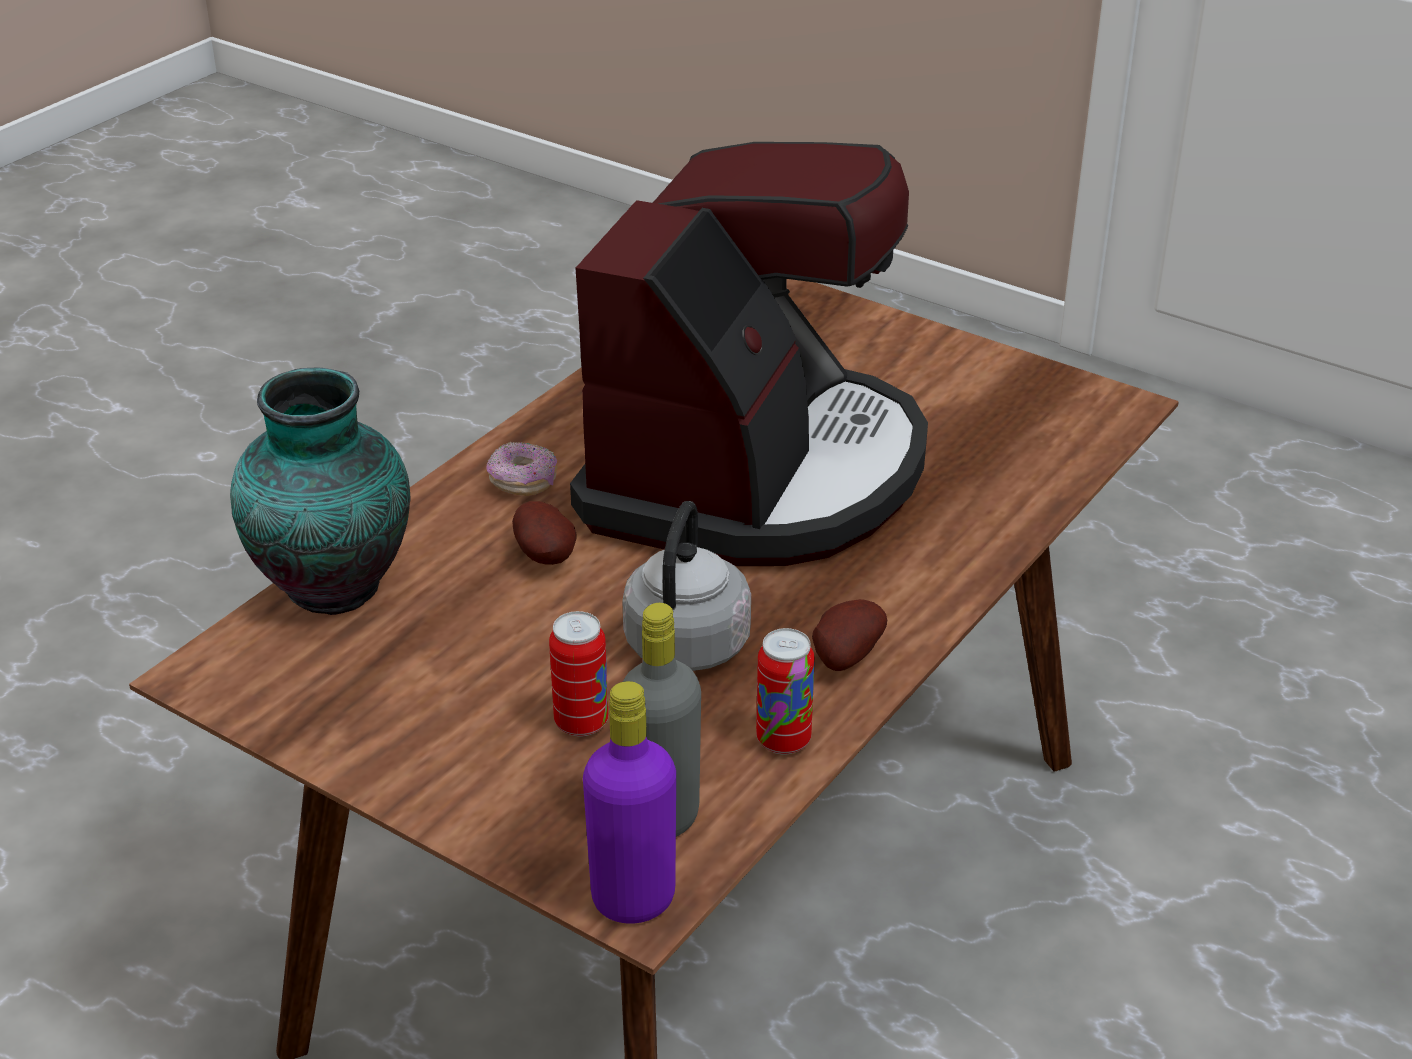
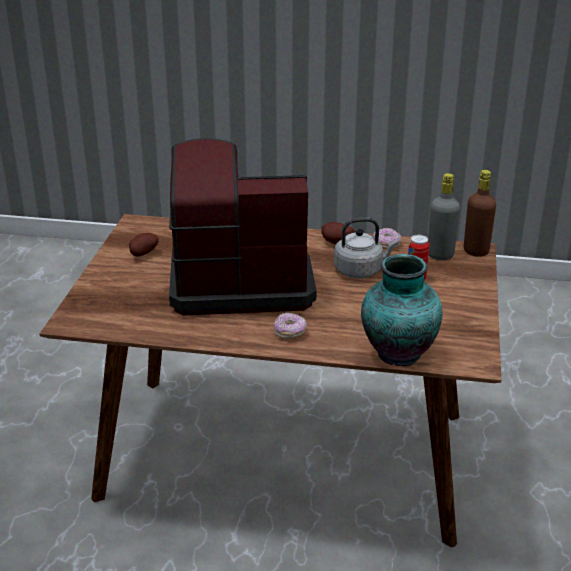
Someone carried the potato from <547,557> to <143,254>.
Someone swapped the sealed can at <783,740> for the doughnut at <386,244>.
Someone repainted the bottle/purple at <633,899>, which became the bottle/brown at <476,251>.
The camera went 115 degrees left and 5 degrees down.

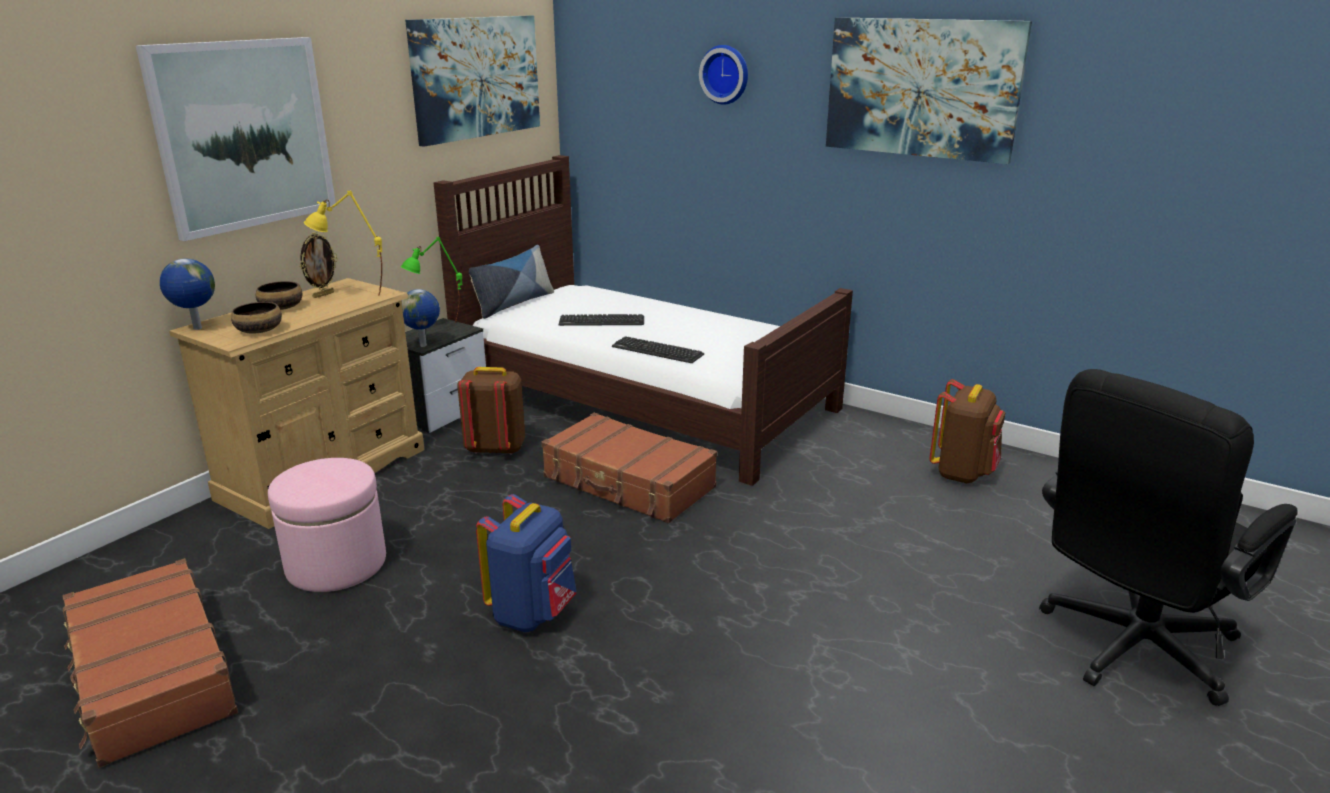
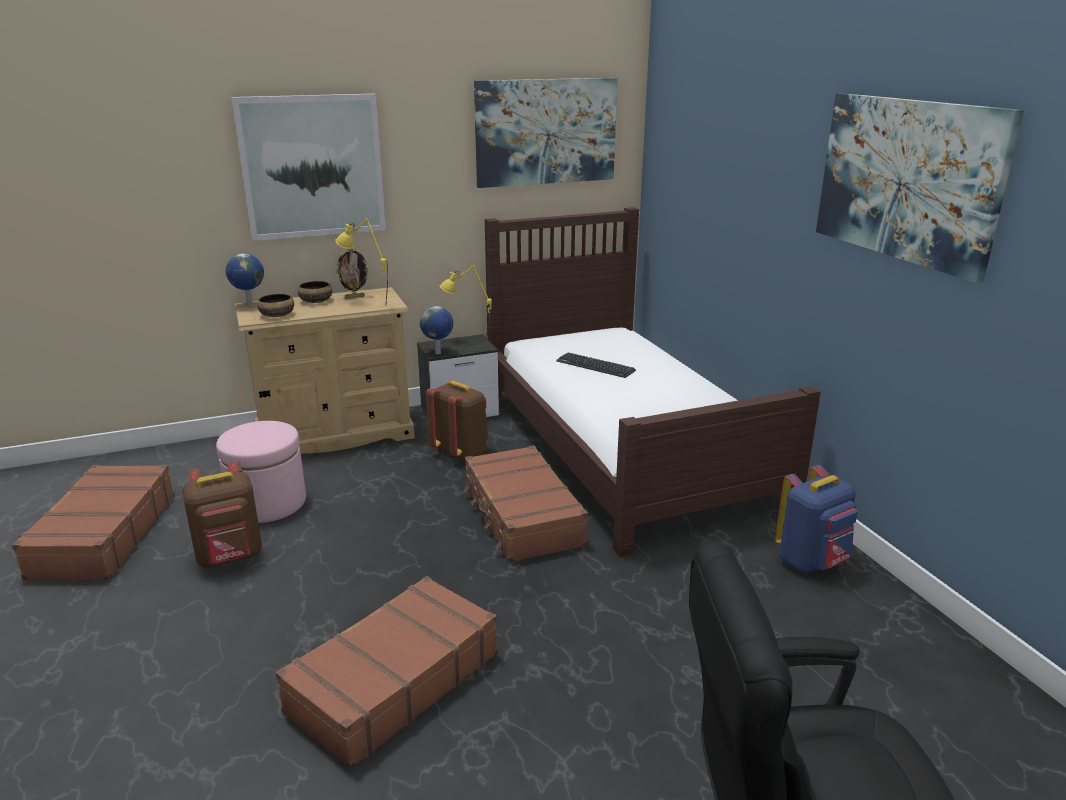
Someone took away the cushion at <513,304>.
Someone took away the computer keyboard at <657,351>.
Someone took away the wall clock at <725,74>.
Someone put down the piece of luggage/brown at <393,682>.
Someone carried the rucksack/blue-coloured from <533,613> to <811,562>.
Someone carried the rucksack/brown from <962,473> to <230,558>.
Someone repainted the tabletop lamp/green-coloured at <438,328>, which became the tabletop lamp/yellowish at <467,341>.
The camera went 35 degrees right and 0 degrees up.

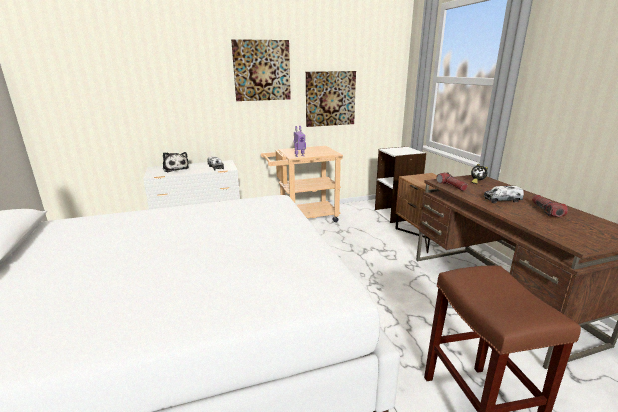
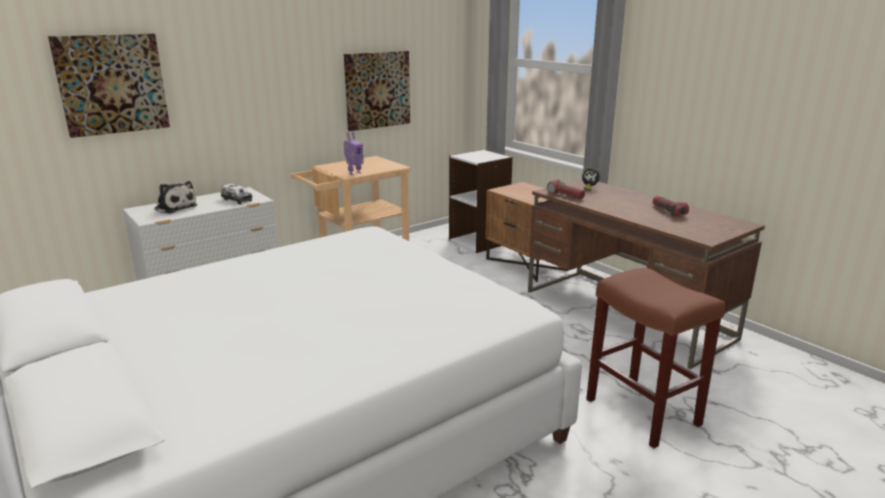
Someone took away the toy lorry at <502,200>.
Someone carried the wall art from <261,70> to <112,84>.
The camera went 20 degrees left and 0 degrees up.

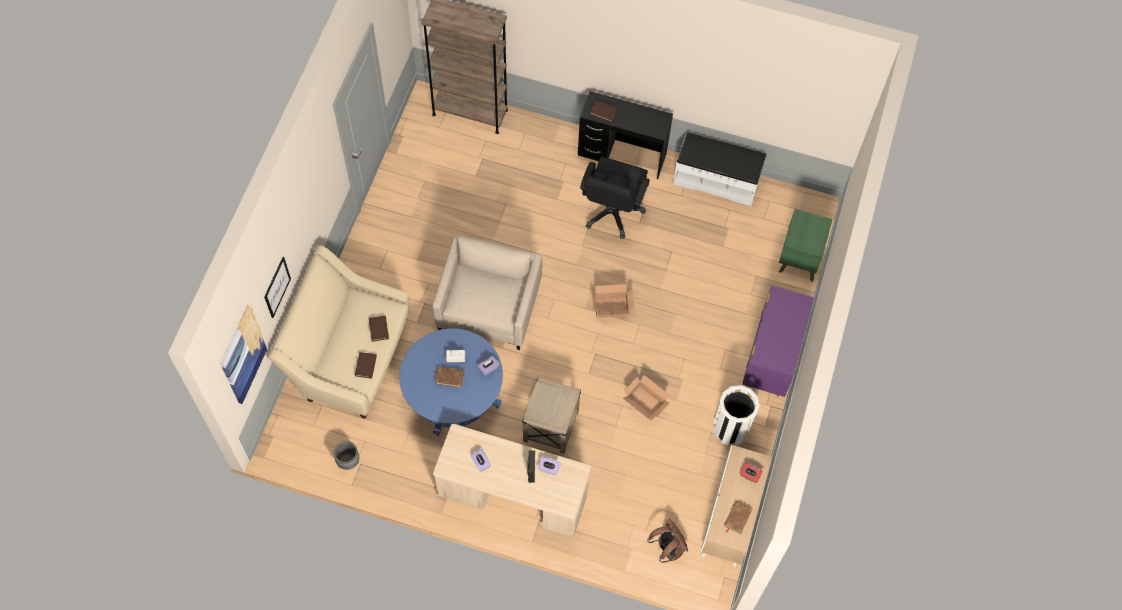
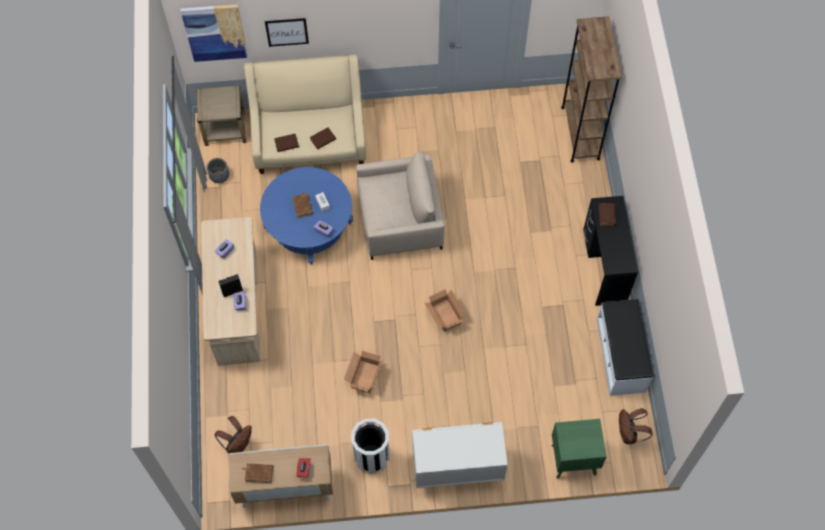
Someone took away the office chair/black-coloured at <612,212>.
Someone put down the rucksack/brown at <629,434>.
Someone carried the accent table/beige from <551,425> to <225,129>.
Someone repainted the chest of drawers/purple at <770,360>, which became the chest of drawers/white-coloured at <456,468>.
The camera went 70 degrees right and 0 degrees up.

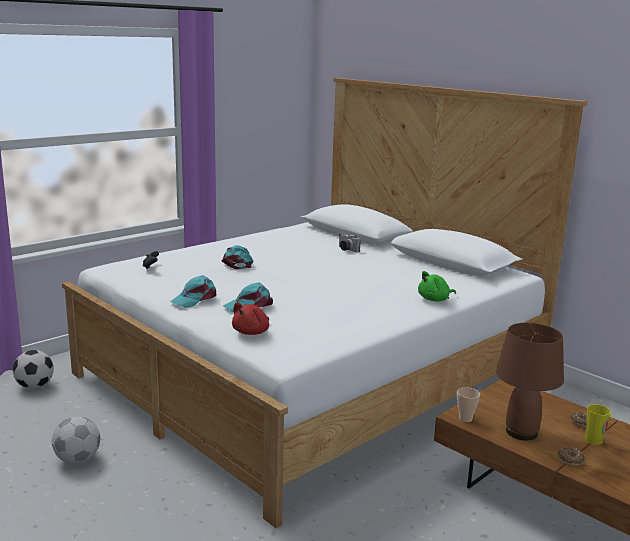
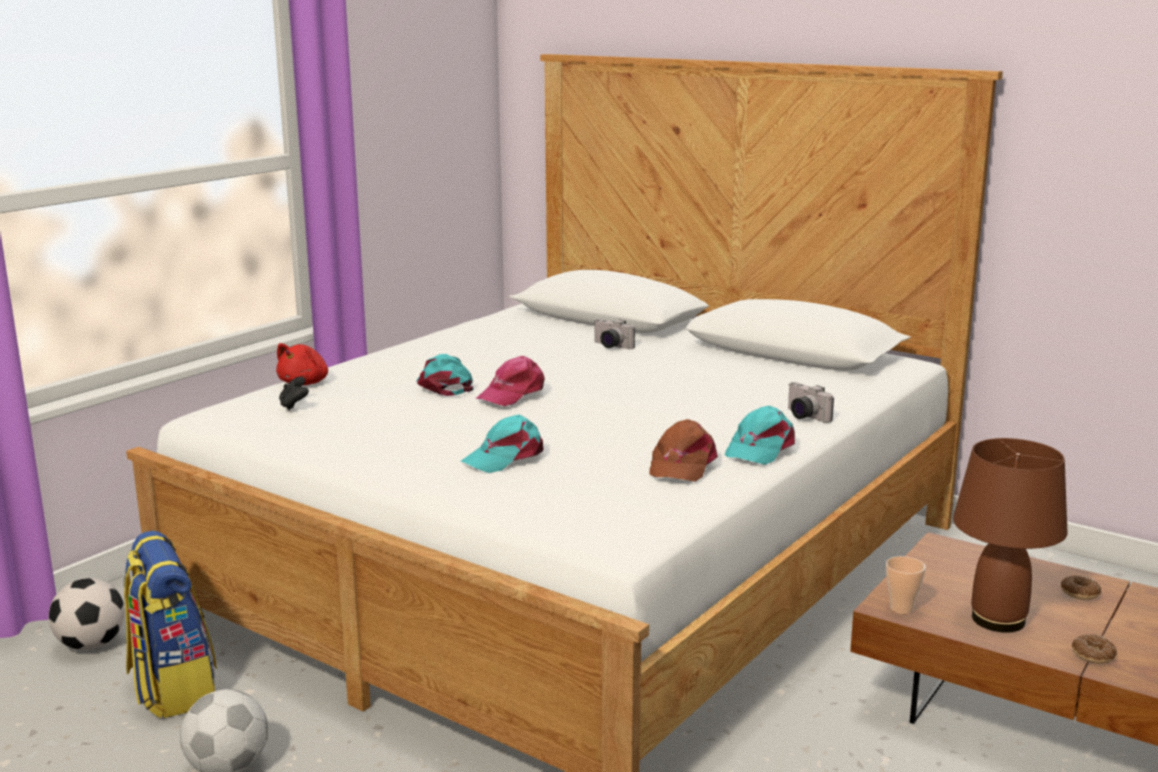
Someone took away the drinking cup at <593,439>.
Someone put down the rucksack at <172,688>.
Someone put down the baseball cap/pink-coloured at <512,394>.
Someone put down the baseball cap/brown at <681,465>.
Someone carried the baseball cap/turquoise from <195,299> to <759,448>.
Someone carried the soft toy/reddish from <252,332> to <305,383>.
Someone swapped the soft toy/green-coloured at <435,299> for the photo camera at <803,416>.
The camera went 10 degrees left and 0 degrees up.

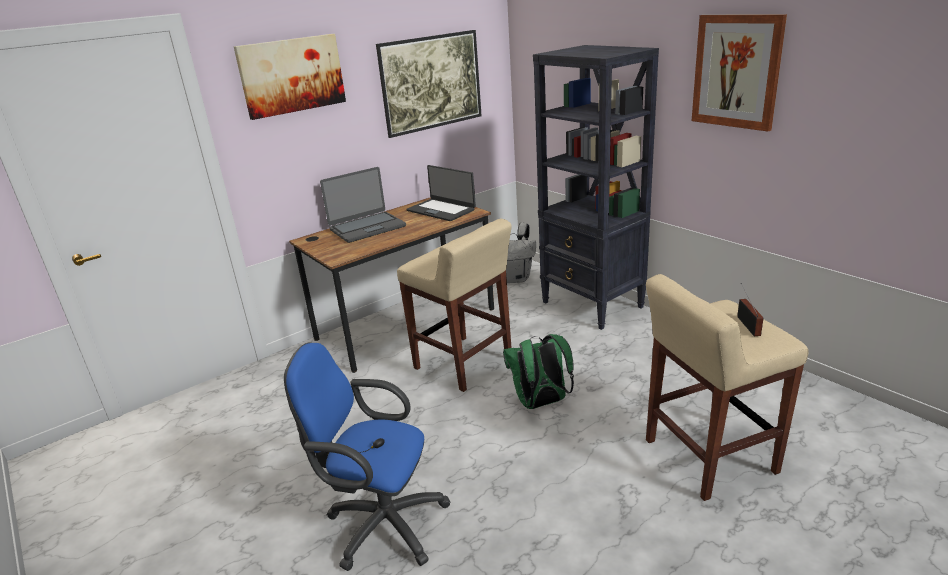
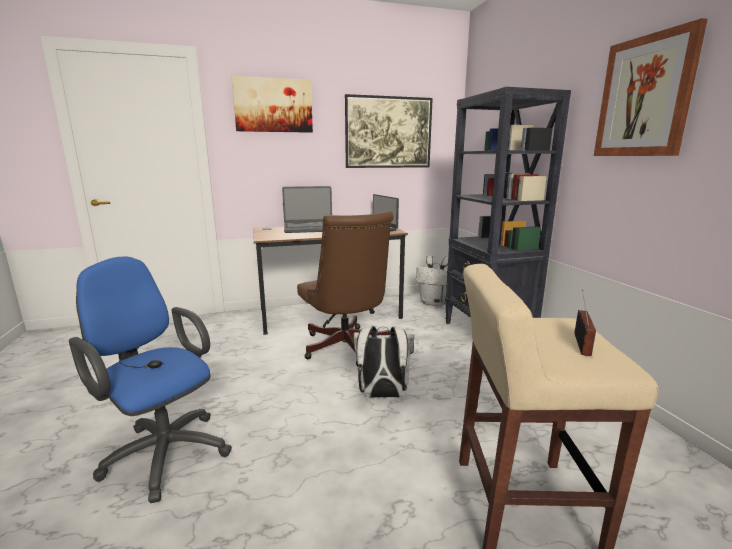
Someone swapped the sitting stool/beige at <464,364> for the office chair/brown at <346,349>.
Someone repainted the rucksack/green-coloured at <541,403>, which became the rucksack/white-coloured at <382,395>.
The camera went 20 degrees right and 10 degrees down.

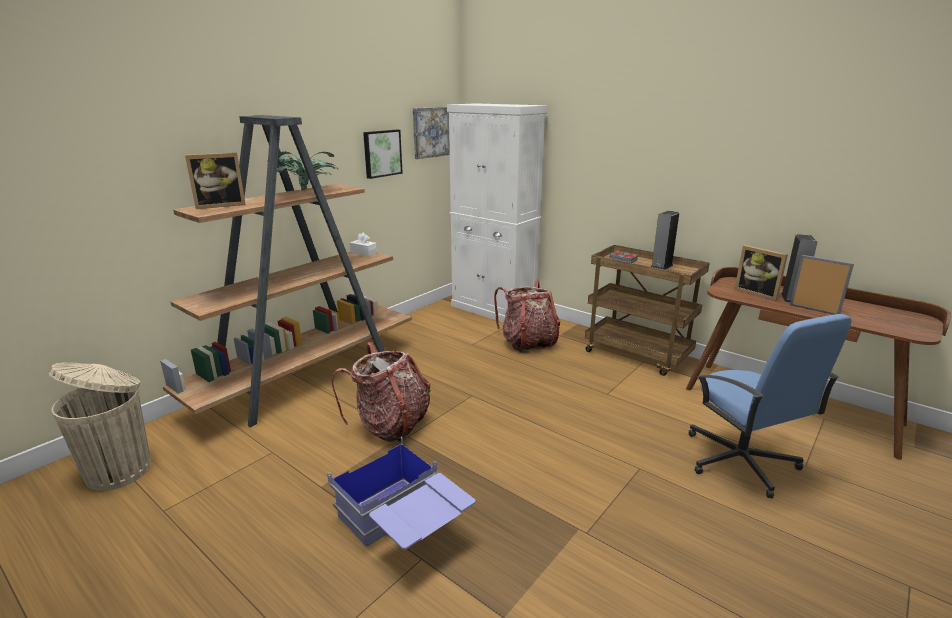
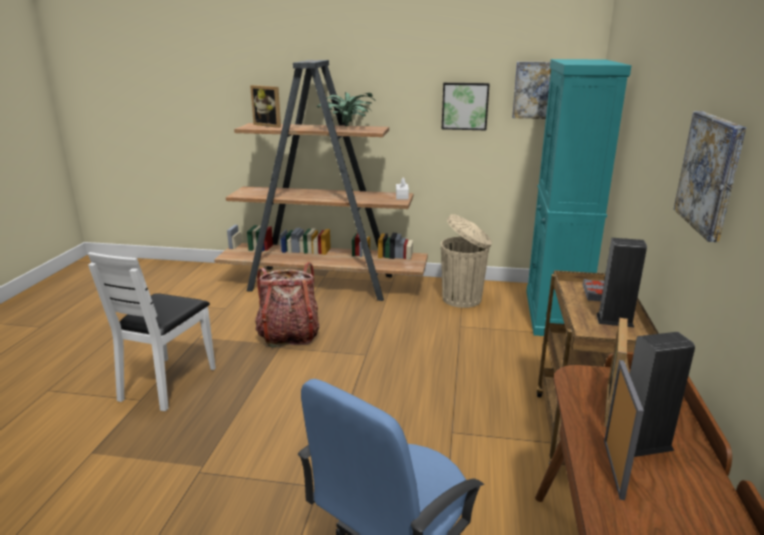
Someone took away the rucksack at <528,342>.
Someone put up the wall art at <710,173>.
Someone carried the rubbish bin/beige from <121,470> to <463,299>.
Someone swapped the storage box/blue-coloured at <404,529> for the chair/white-coloured at <168,383>.
Someone repainted the storage cabinet/white-coloured at <493,309>, which became the storage cabinet/turquoise at <554,313>.
The camera went 60 degrees right and 0 degrees up.

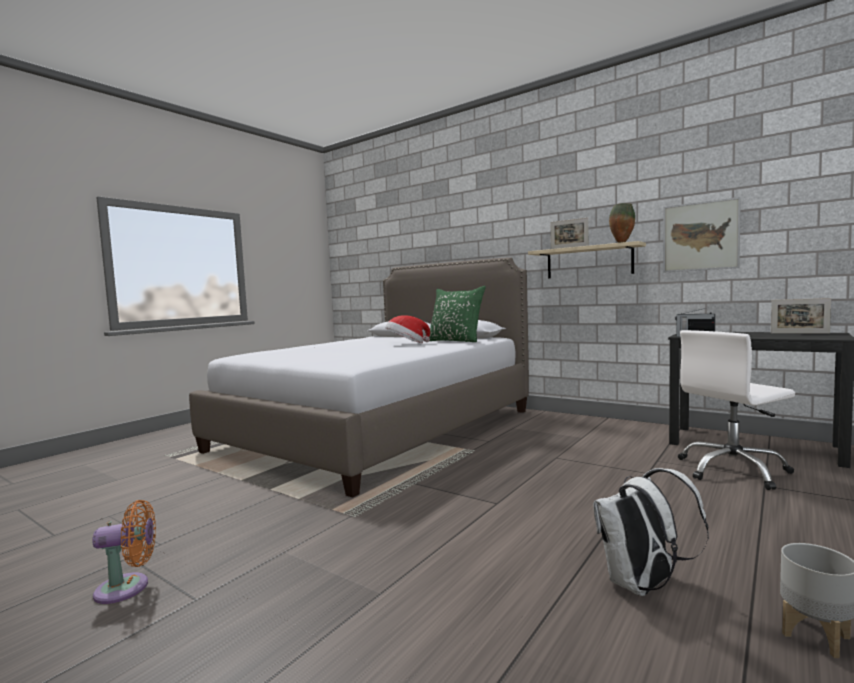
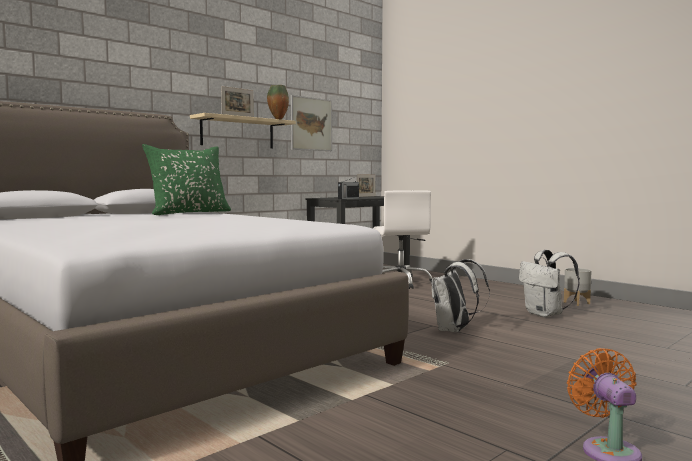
Someone took away the hat at <407,344>.
Someone put down the rucksack/white-coloured at <455,330>.
The camera went 80 degrees left and 0 degrees up.

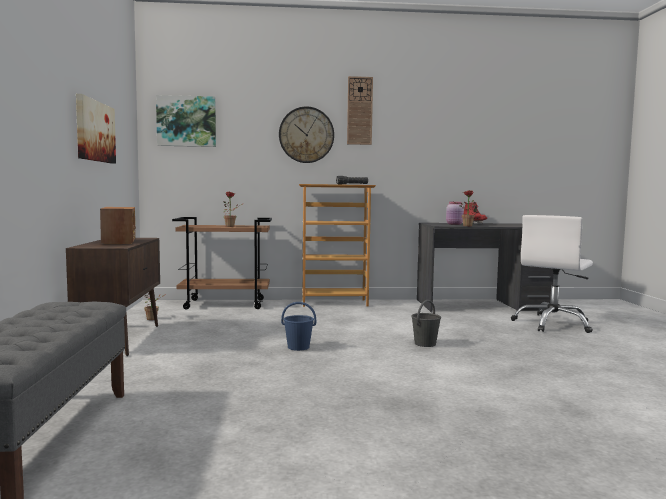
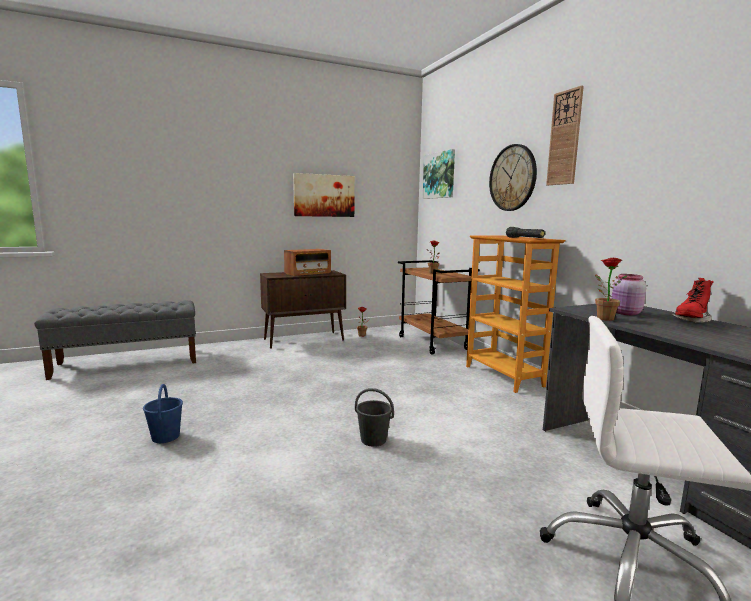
Someone carried the pail/blue-coloured from <298,347> to <165,436>.
The camera went 70 degrees right and 5 degrees up.

